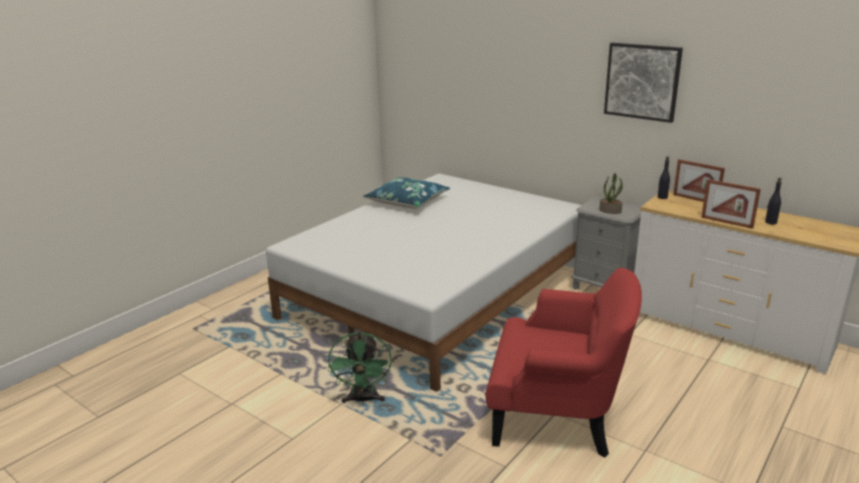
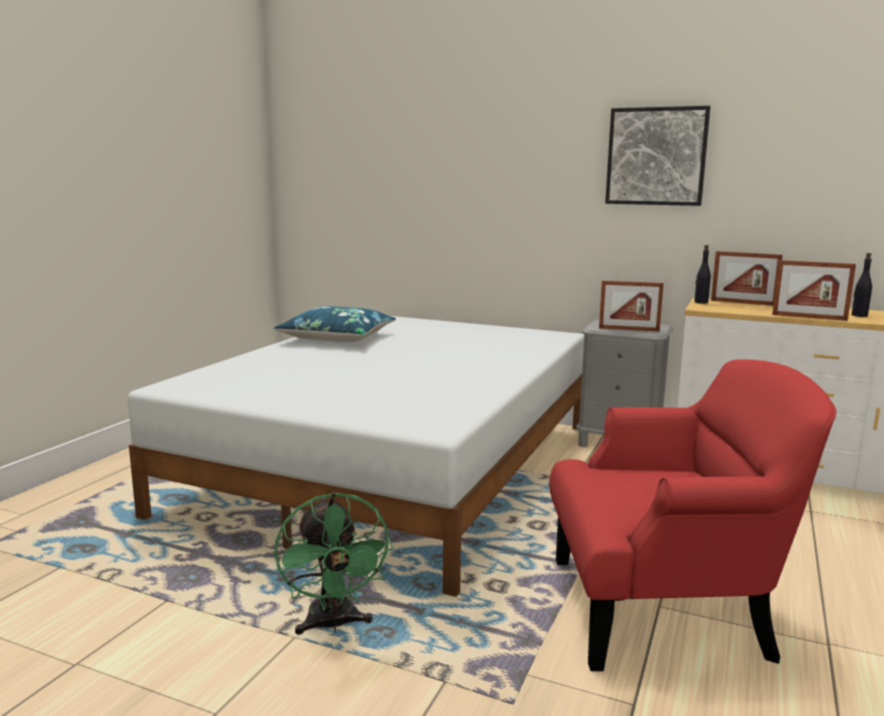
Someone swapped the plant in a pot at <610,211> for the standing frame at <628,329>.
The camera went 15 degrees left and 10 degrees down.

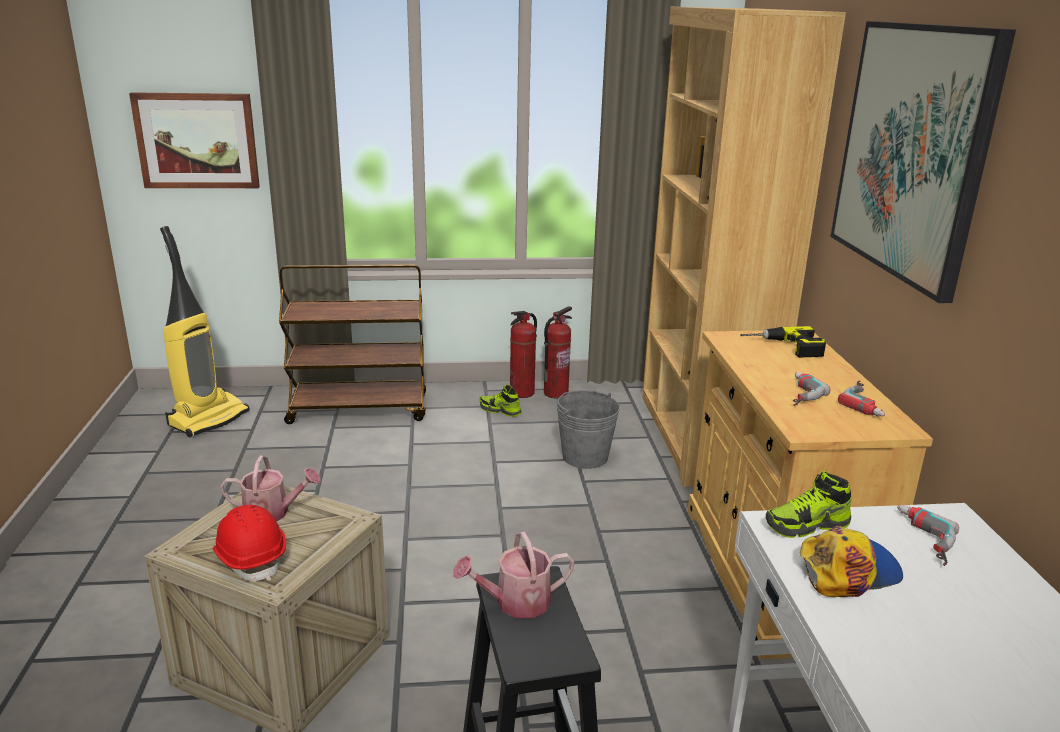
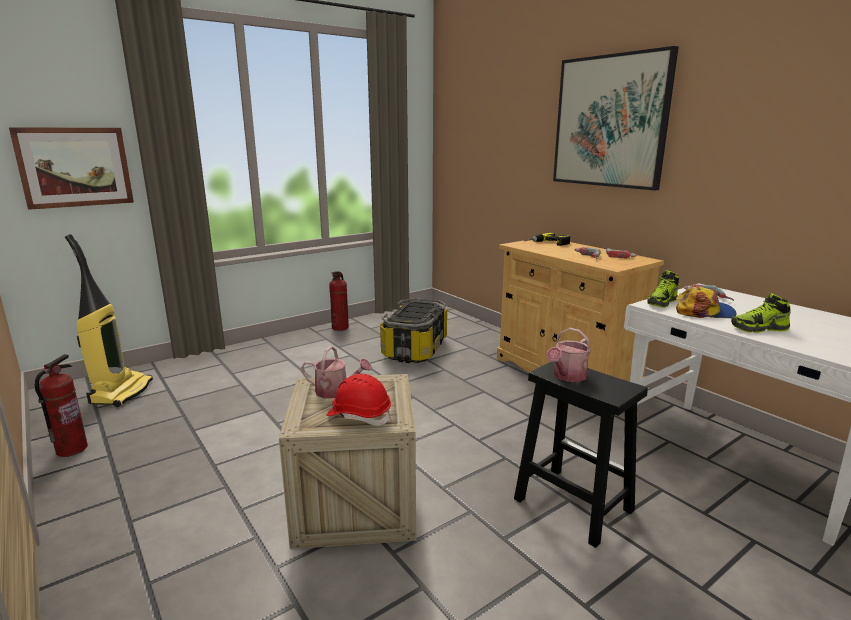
Someone took away the cart/brown at <359,409>.
Someone took away the bookcase/brown at <699,436>.
Someone carried the shoe from <500,410> to <759,329>.
Someone carried the extinguisher from <555,393> to <71,449>.
Someone swapped the pail/gray at <585,457> for the storage box at <414,349>.
Someone rotated the watering can at <273,513> by 45 degrees clockwise.
Someone rotated the baseball cap at <848,570> by 60 degrees clockwise.
The camera went 30 degrees left and 5 degrees down.

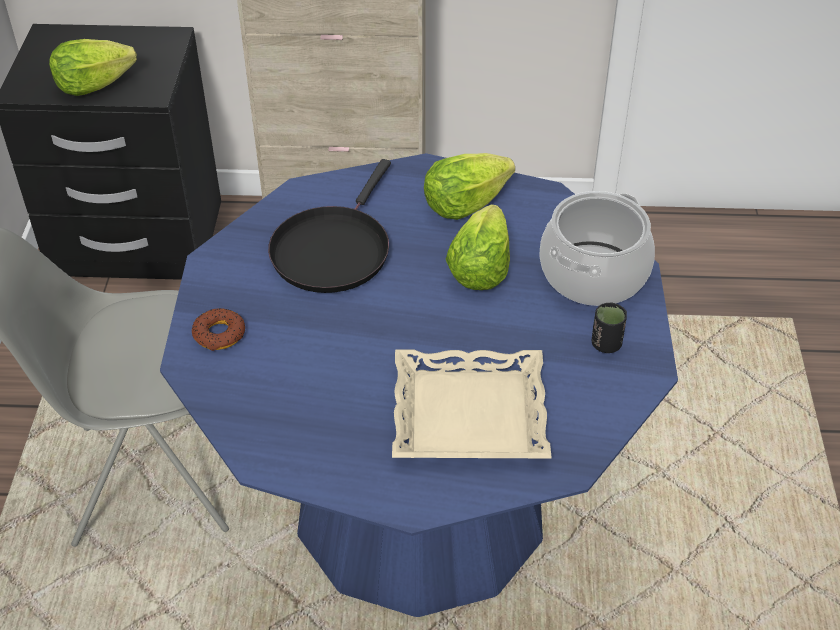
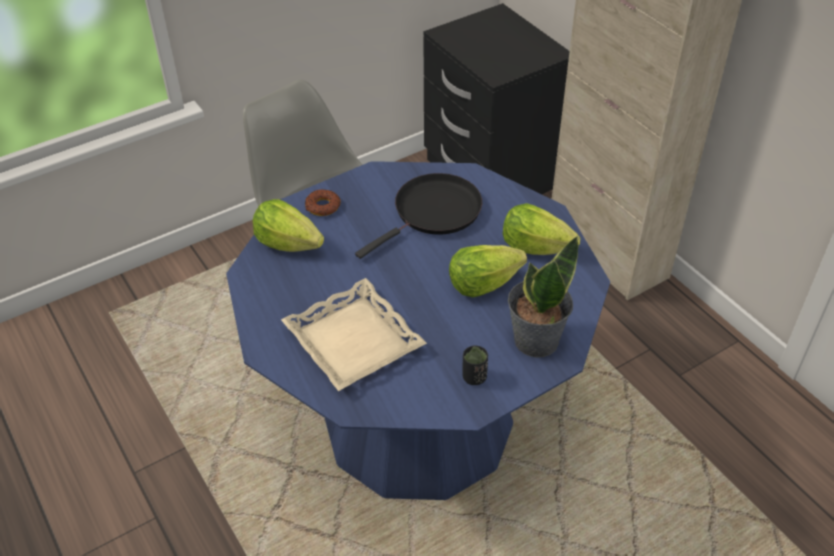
Someone carried the head of lettuce from <93,85> to <288,243>.
Someone swapped the stockpot at <593,273> for the plant in a pot at <535,340>.
Someone rotated the skillet/black-coloured at <333,249> by 150 degrees clockwise.
The camera went 55 degrees right and 0 degrees up.

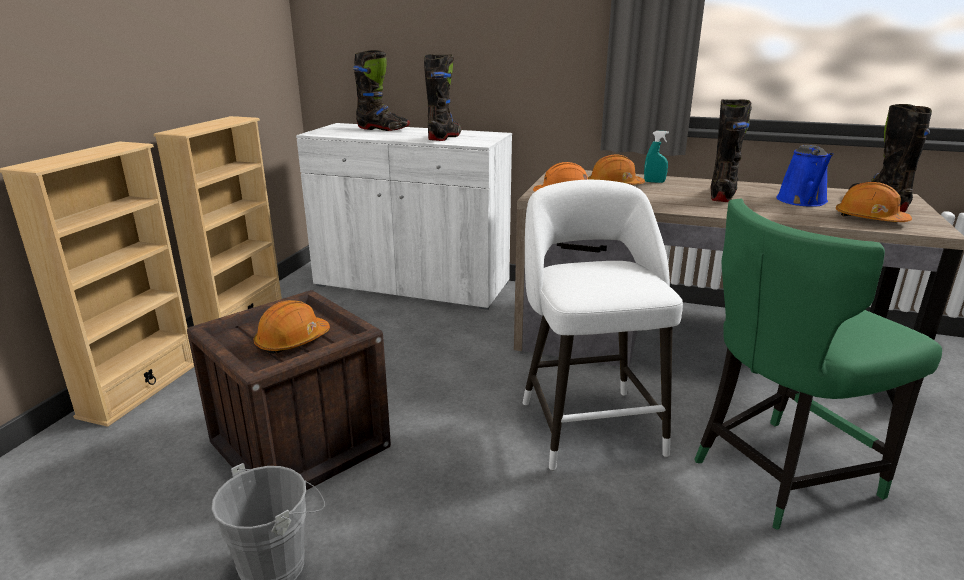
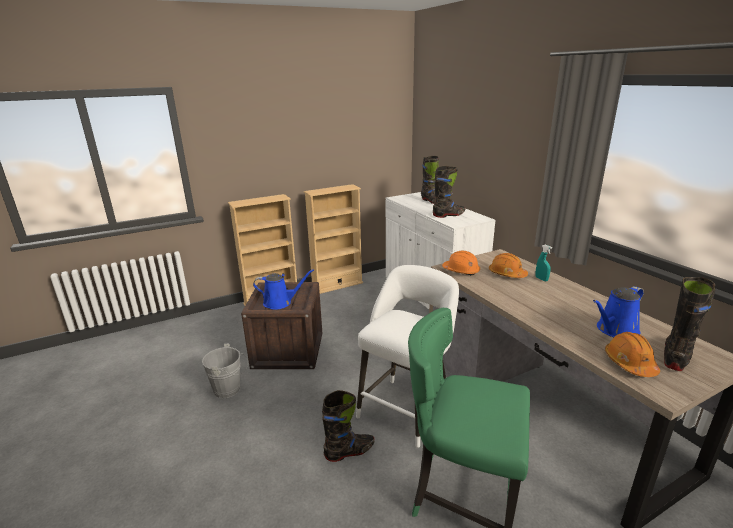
Someone carried the tall boot/black-coloured from <722,195> to <349,451>.
Someone swapped the safety helmet/orange-coloured at <292,341> for the watering can/blue-coloured at <280,302>.
The camera went 45 degrees right and 0 degrees up.

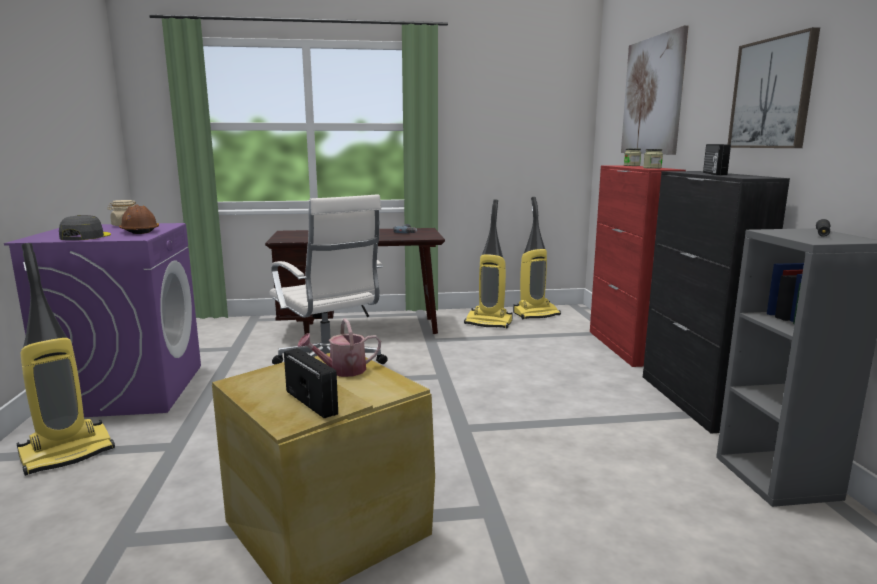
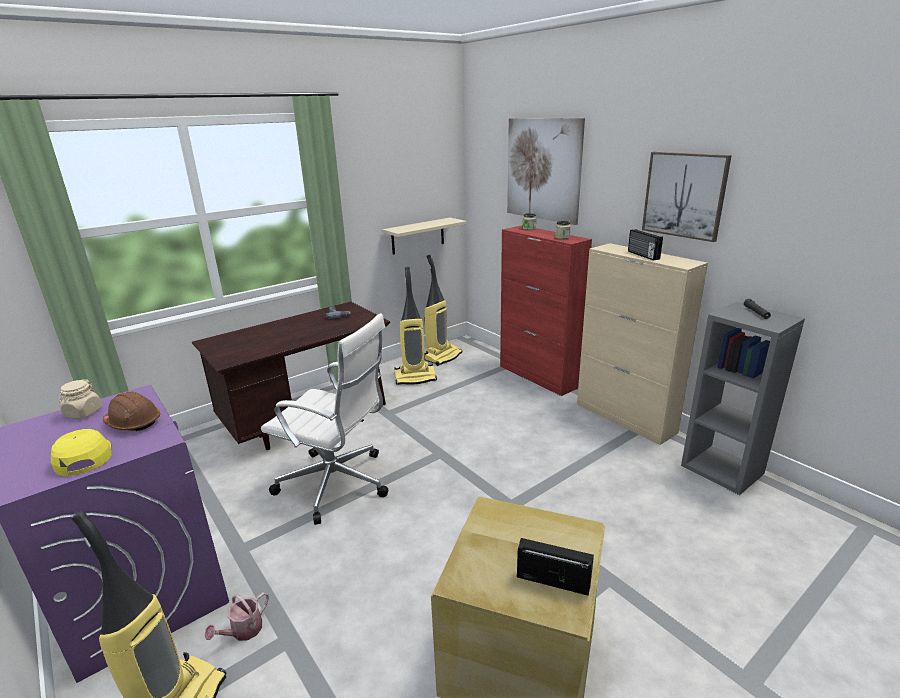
Someone put up the wall shelf/beige at <418,236>.
Someone carried the watering can from <342,371> to <243,631>.
Someone repainted the baseball cap/gray at <85,237>, which became the baseball cap/yellowish at <83,457>.
Someone repainted the storage cabinet/black-coloured at <692,401>, which became the storage cabinet/beige at <625,418>.
The camera went 30 degrees left and 10 degrees up.

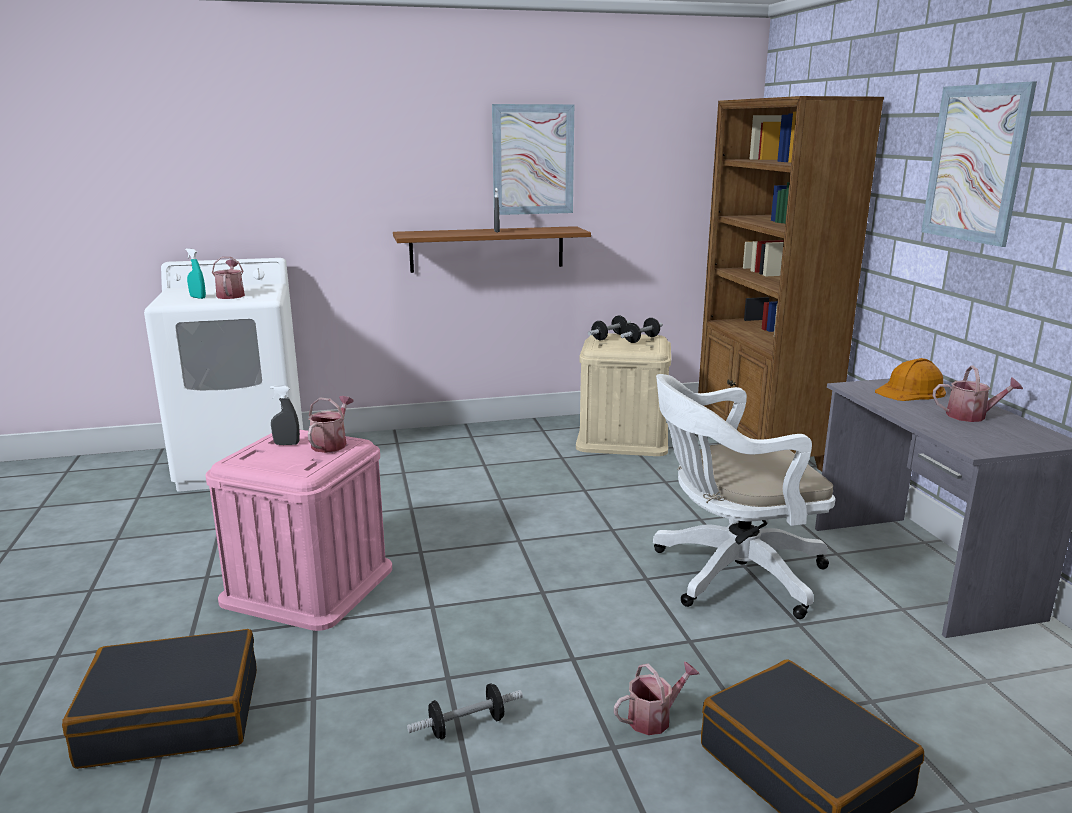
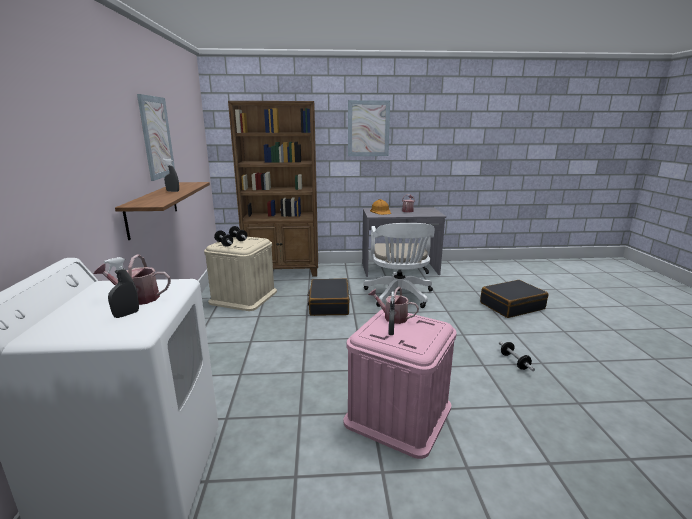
Someone took away the watering can at <654,717>.
Someone carried the piece of luggage/black-coloured from <173,716> to <329,304>.
Someone repainted the spray bottle/turquoise at <198,297>, which became the spray bottle/gray at <126,314>.
The camera went 80 degrees left and 0 degrees up.

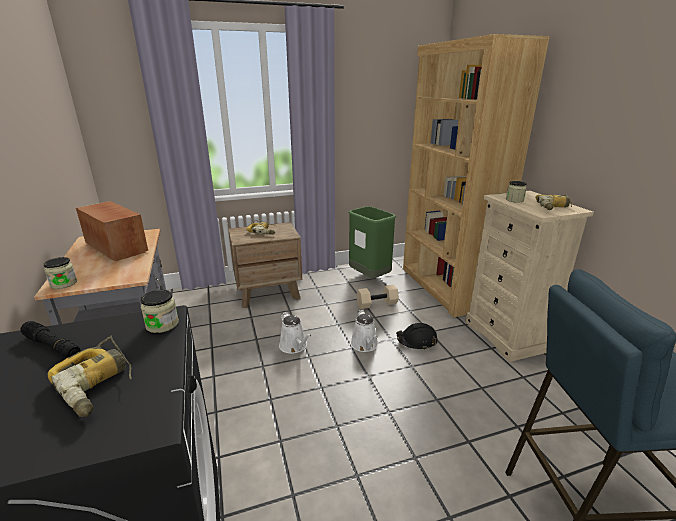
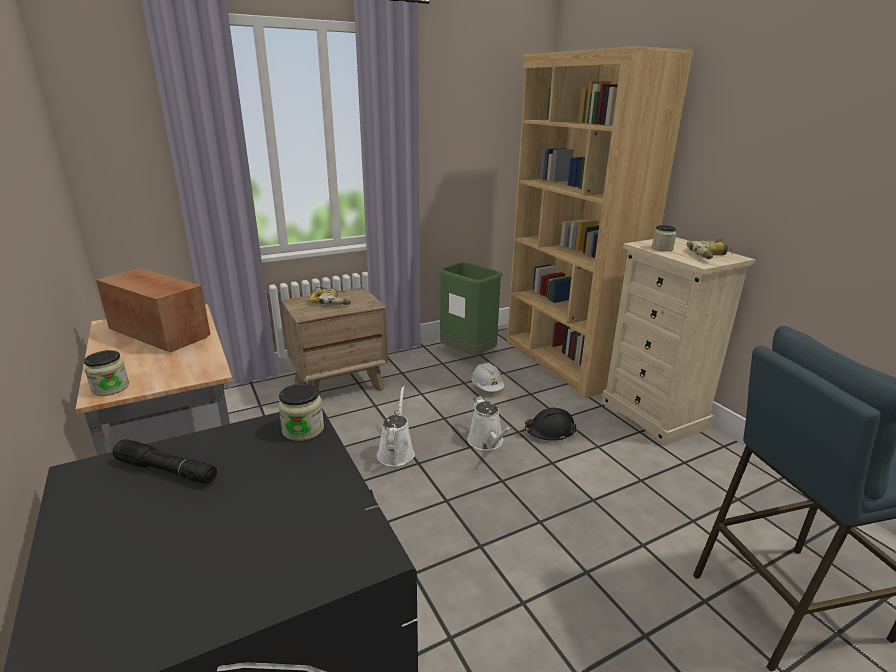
Someone took away the drill at <98,382>.
Someone swapped the free weight/beige at <377,303> for the safety helmet/white-coloured at <487,388>.
Someone rotated the watering can/white-coloured at <294,346> by 135 degrees counterclockwise.
The camera went 10 degrees left and 0 degrees up.

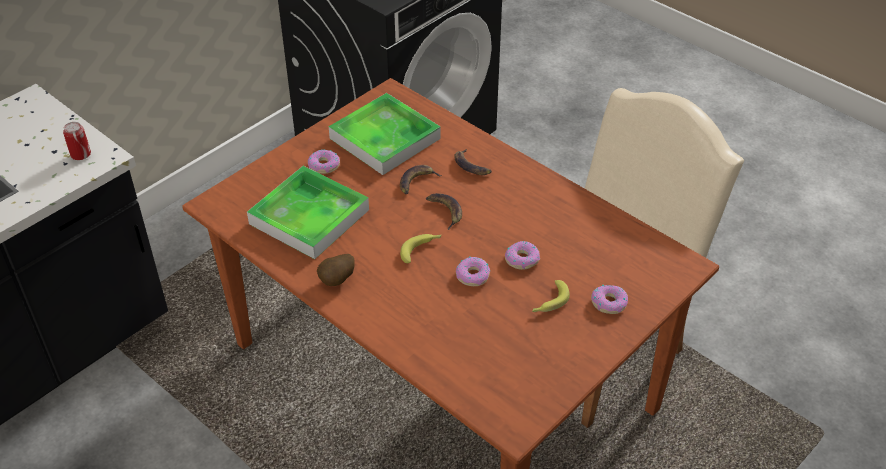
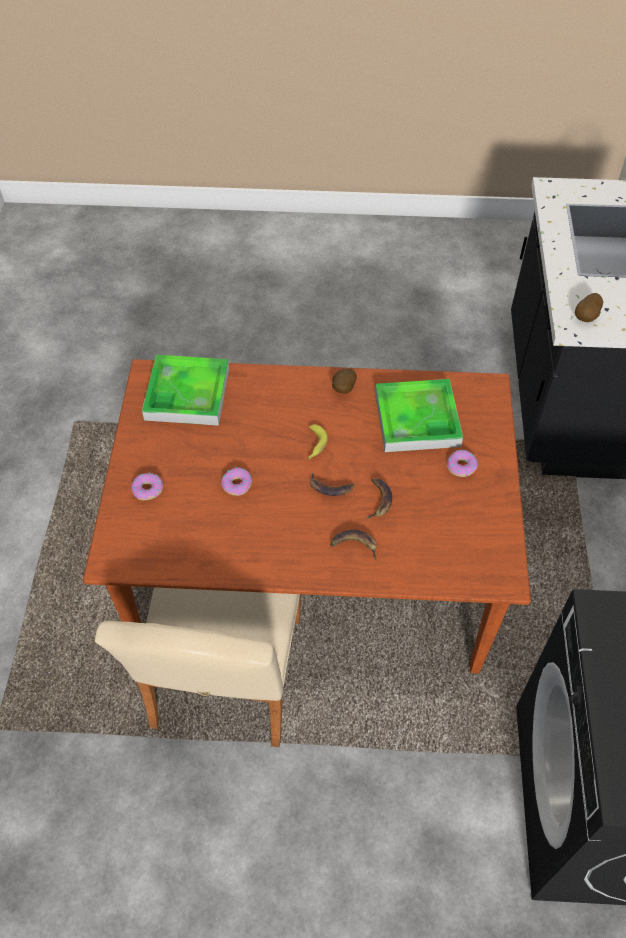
Someone took away the doughnut at <473,275>.
Someone took away the banana at <549,302>.
Someone carried the tray from <385,138> to <187,394>.
Someone swapped the sealed can at <81,155> for the potato at <586,317>.
The camera went 140 degrees right and 10 degrees up.

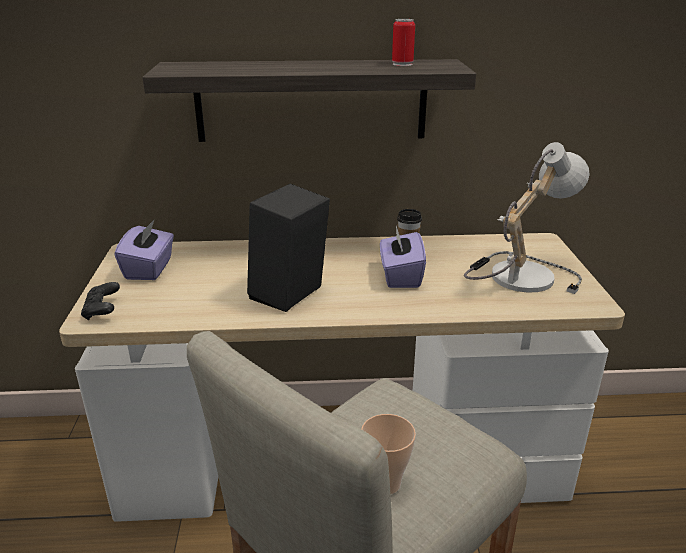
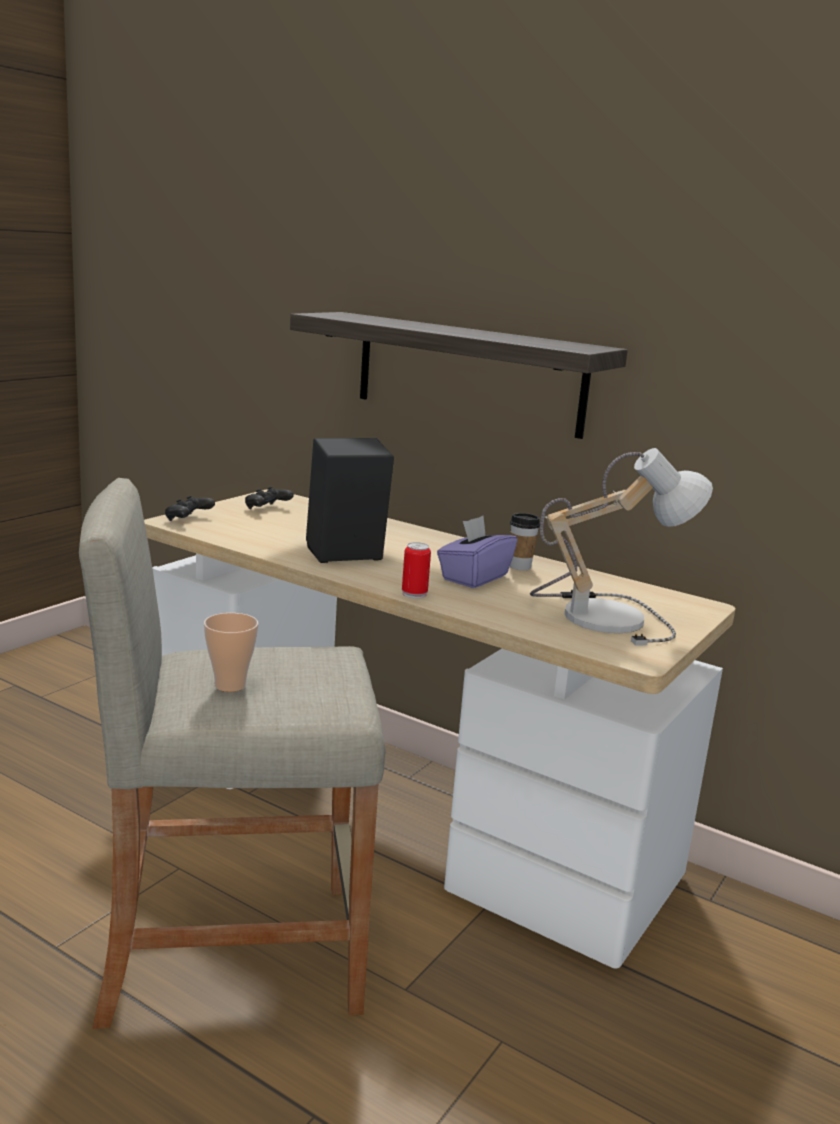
Someone carried the sealed can from <402,64> to <414,594>.
Someone swapped the box of tissues/purple at <149,269> for the game controller/black-coloured at <267,509>.
The camera went 35 degrees right and 10 degrees down.

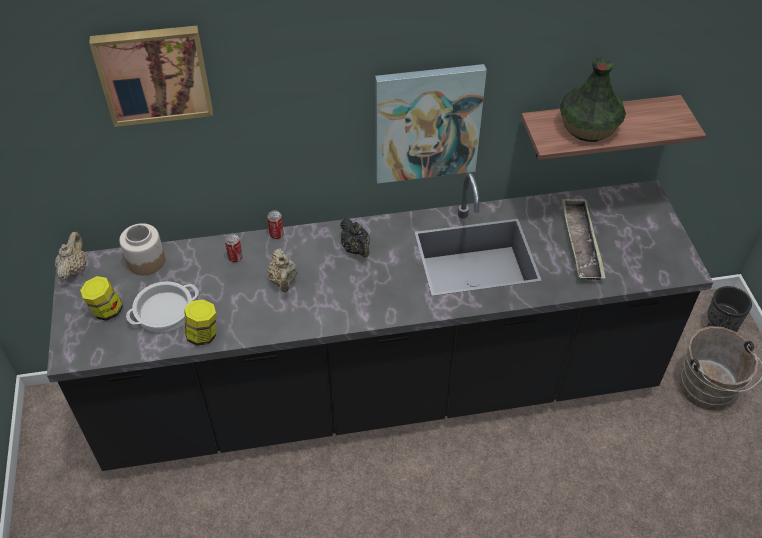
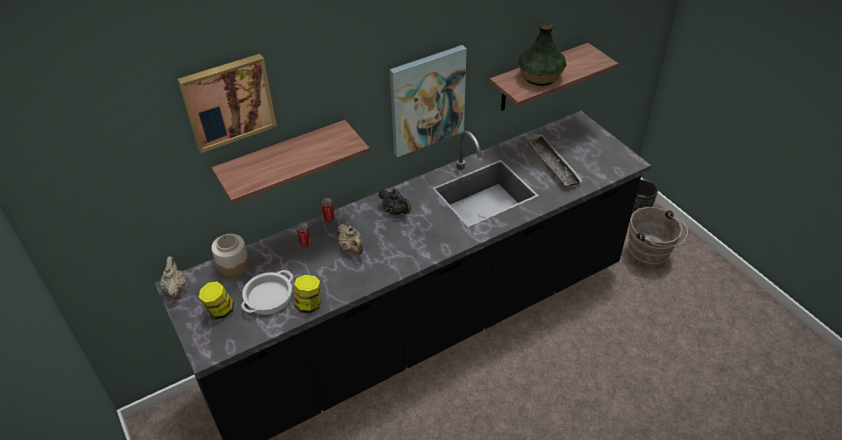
Someone put up the wall shelf at <284,162>.
The camera went 20 degrees left and 5 degrees down.

